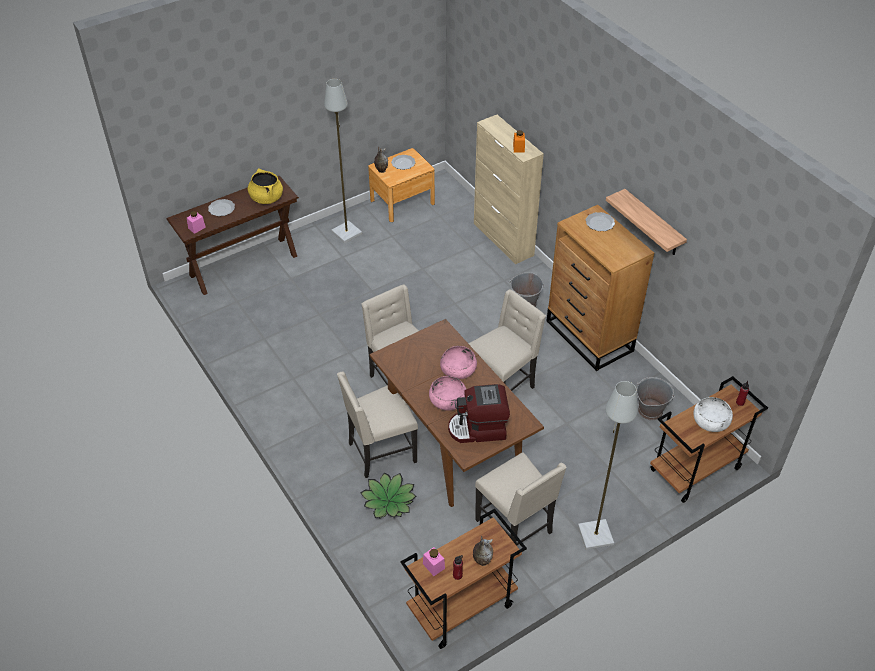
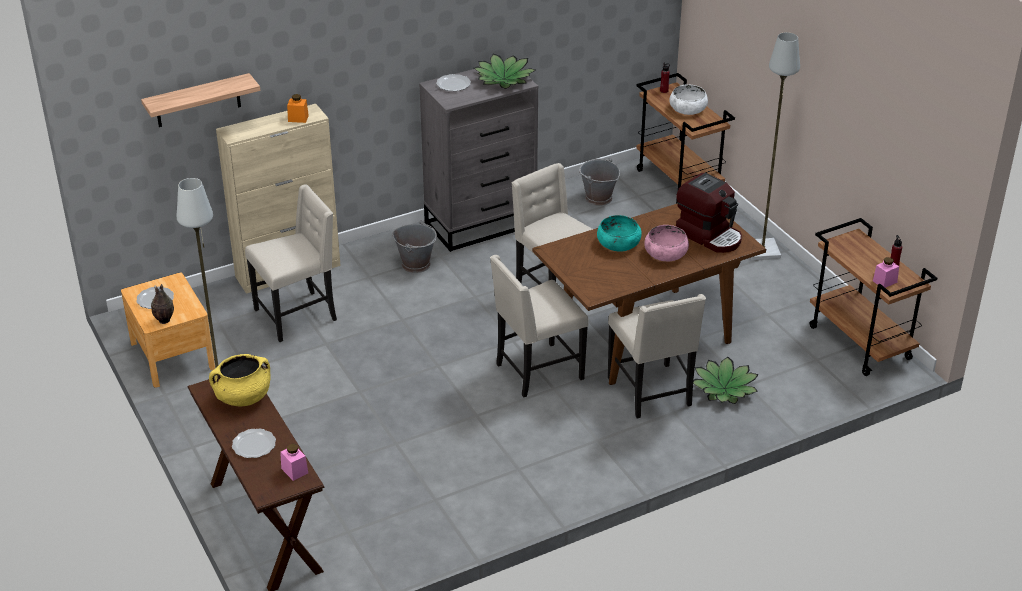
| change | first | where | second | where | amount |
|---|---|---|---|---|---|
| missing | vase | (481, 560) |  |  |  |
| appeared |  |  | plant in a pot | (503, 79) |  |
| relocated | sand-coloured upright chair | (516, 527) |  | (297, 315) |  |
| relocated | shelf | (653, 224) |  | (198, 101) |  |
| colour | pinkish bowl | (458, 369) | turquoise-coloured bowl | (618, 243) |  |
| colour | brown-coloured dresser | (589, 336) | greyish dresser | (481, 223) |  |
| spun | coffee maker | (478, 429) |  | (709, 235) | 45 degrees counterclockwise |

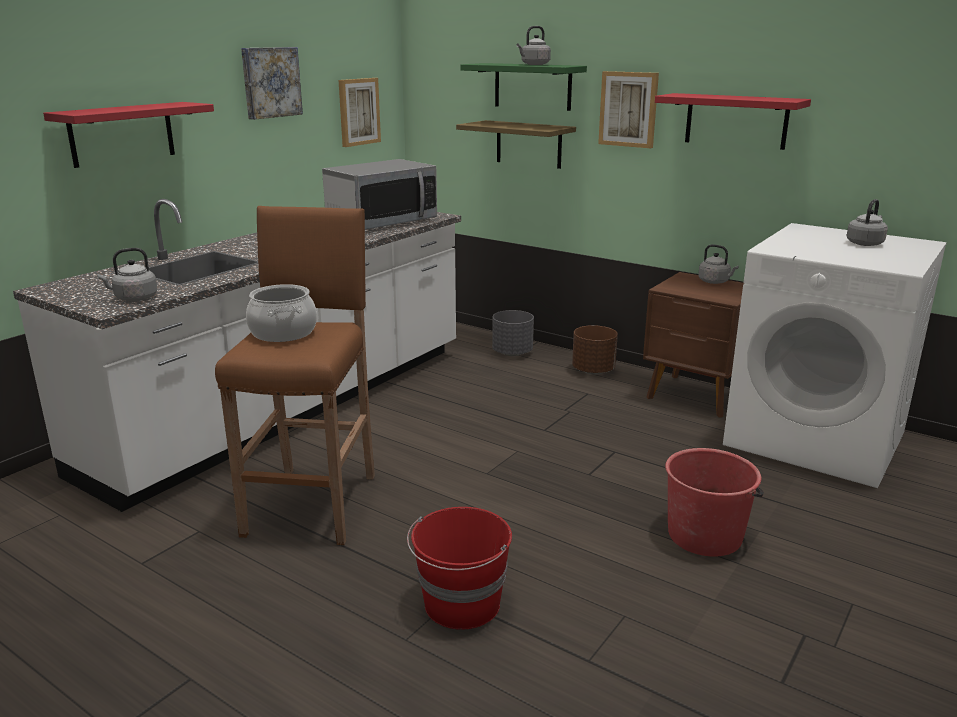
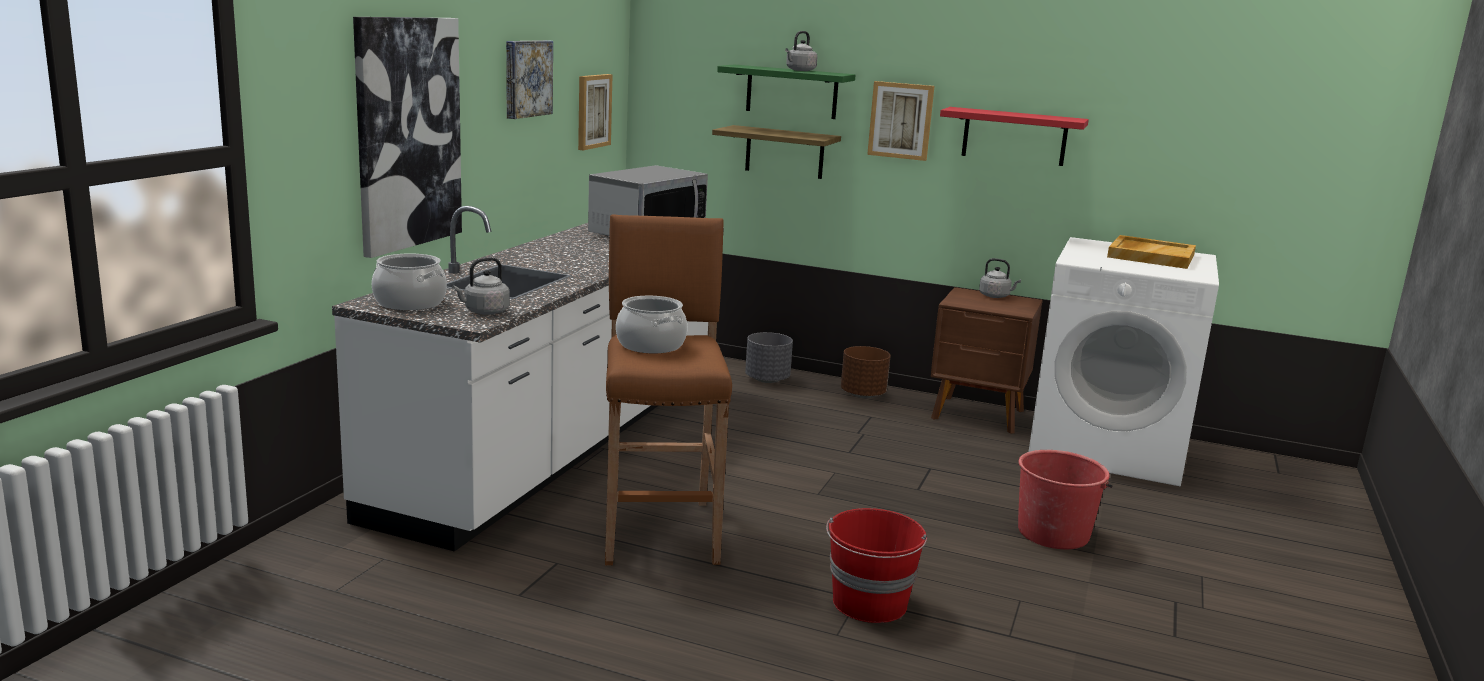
| change | first | where | second | where | amount |
|---|---|---|---|---|---|
| appeared |  |  | stockpot | (410, 303) |  |
| exchanged | red-coloured shelf | (122, 134) | picture | (407, 133) |  |
| exchanged | greyish water kettle | (865, 243) | sand-coloured tray | (1150, 256) |  |

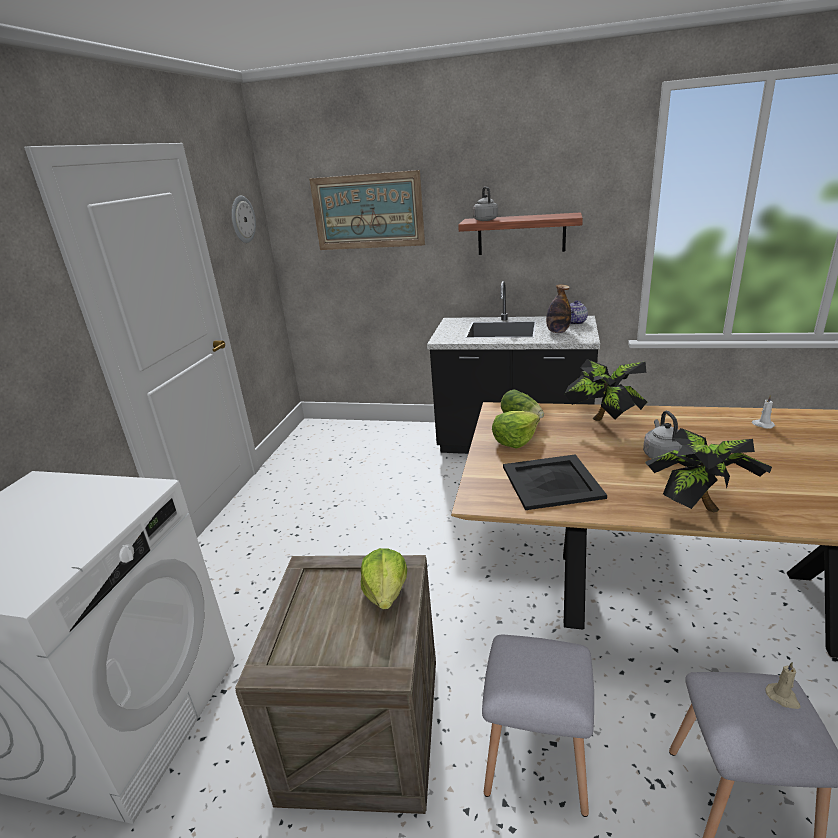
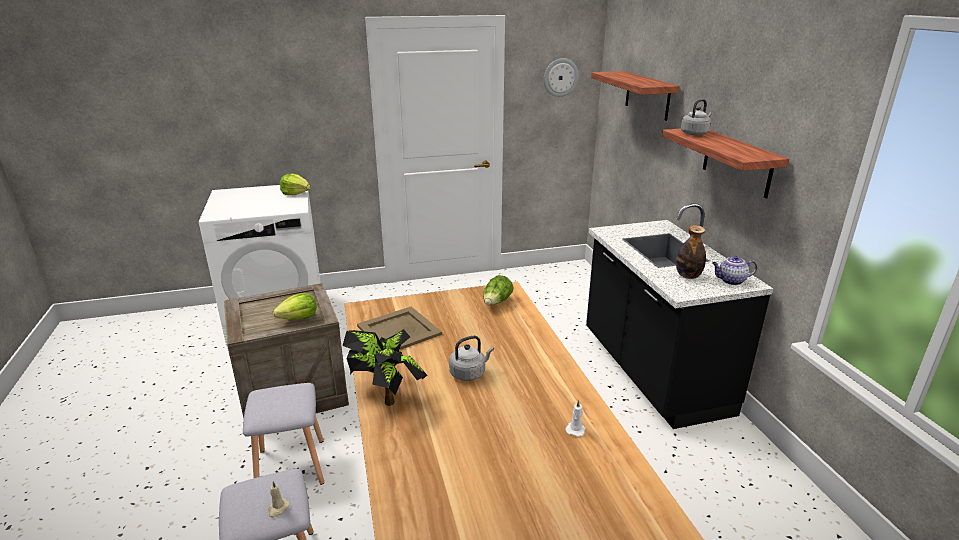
| change | first | where | second | where | amount |
|---|---|---|---|---|---|
| missing | plant in a pot | (604, 422) |  |  |  |
| relocated | head of lettuce | (515, 440) |  | (296, 193) |  |
| exchanged | picture | (368, 211) | shelf | (647, 95) |  |
| colour | blackish tray | (551, 481) | sand-coloured tray | (399, 330) |  |

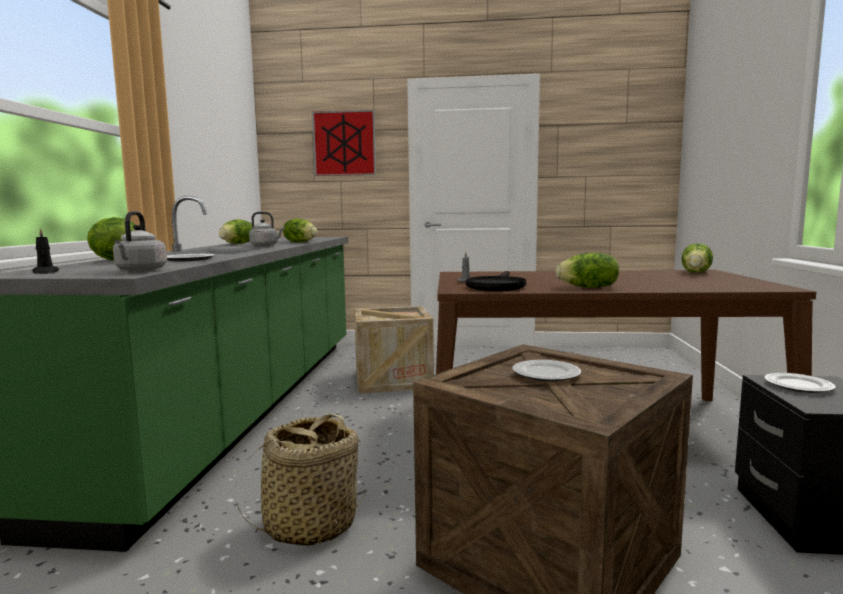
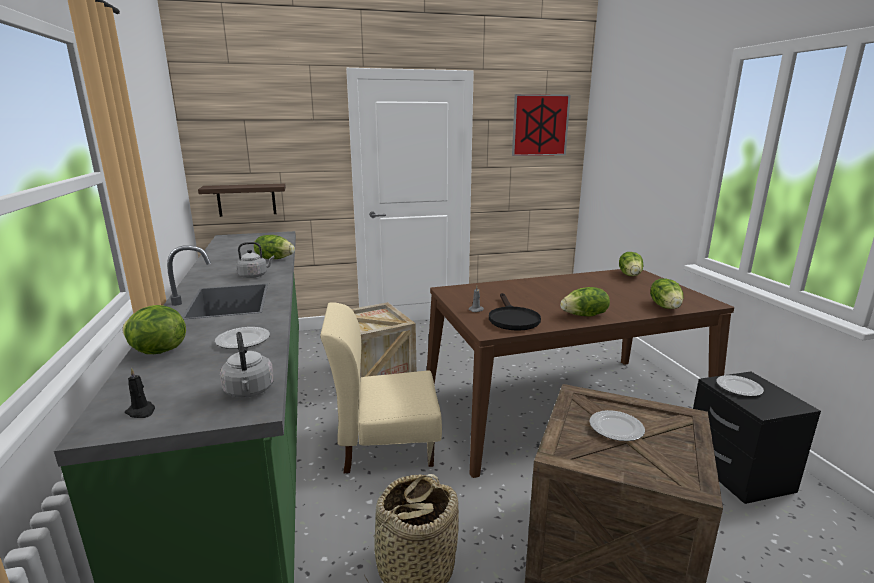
| change | first | where | second | where | amount |
|---|---|---|---|---|---|
| appeared |  |  | shelf | (246, 200) |  |
| appeared |  |  | sand-coloured upright chair | (386, 445) |  |
| relocated | head of lettuce | (238, 244) |  | (666, 307) |  |
| relocated | picture | (344, 143) |  | (540, 125) |  |

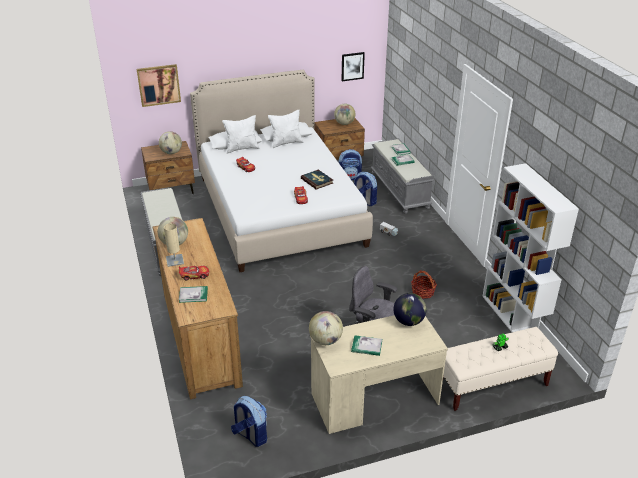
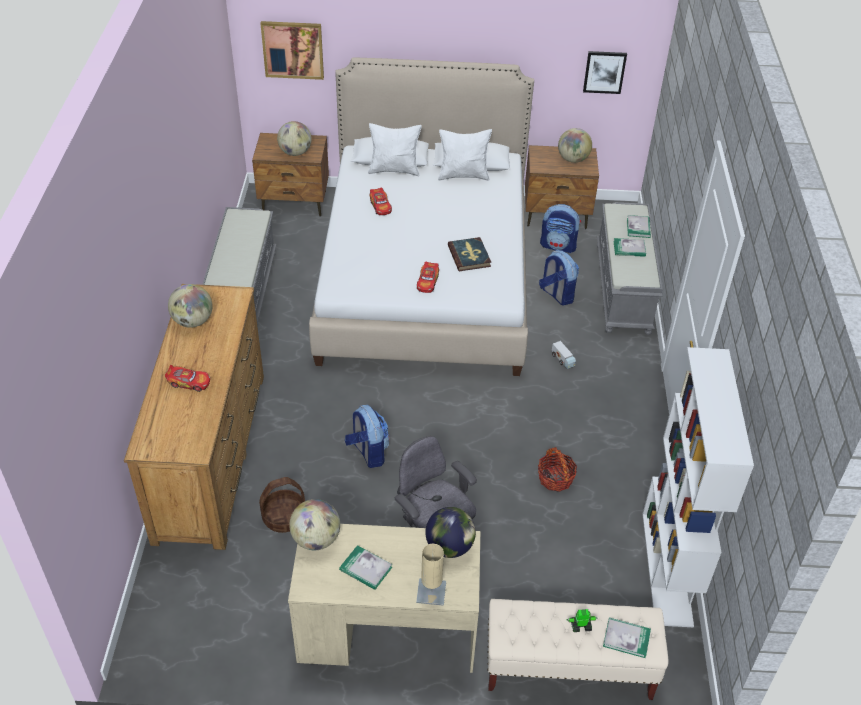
| change | first | where | second | where | amount |
|---|---|---|---|---|---|
| appeared |  |  | basket | (284, 517) |  |
| relocated | sand-coloured tabletop lamp | (175, 260) |  | (431, 592) |  |
| relocated | book | (193, 295) |  | (626, 638) |  |
| relocated | knapsack | (250, 435) |  | (368, 452) |  |

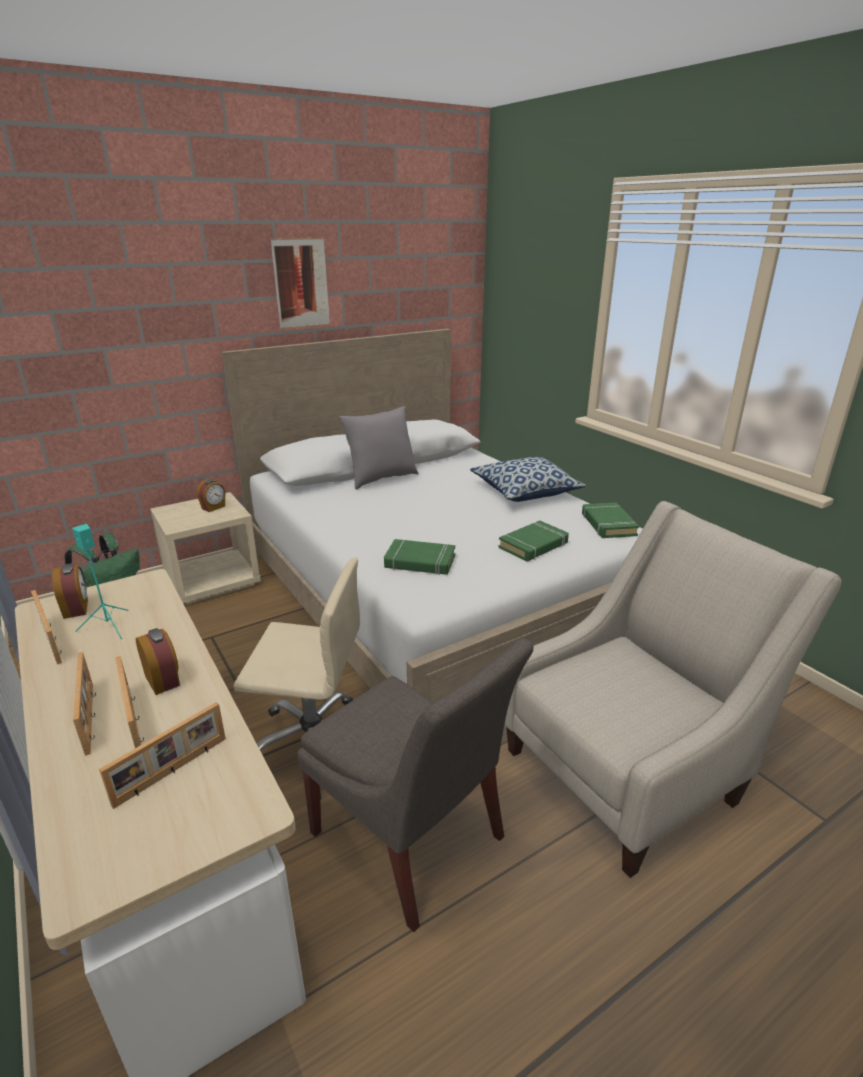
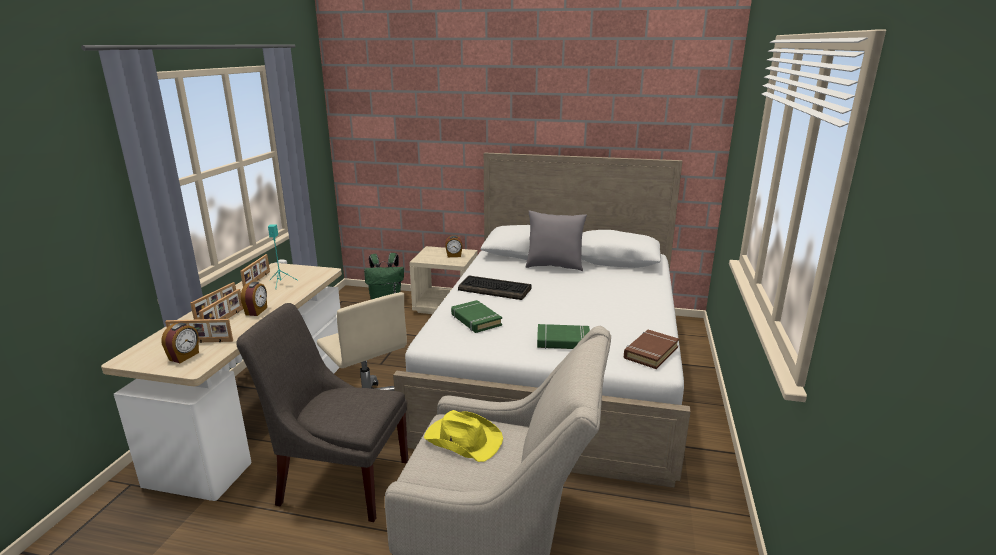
| change | first | where | second | where | amount |
|---|---|---|---|---|---|
| missing | picture | (301, 283) |  |  |  |
| missing | pillow | (525, 492) |  |  |  |
| appeared |  |  | yellow clothing hat | (462, 439) |  |
| appeared |  |  | keyboard | (495, 289) |  |
| relocated | bedside clock | (77, 608) |  | (184, 356) |  |
| colour | green-coloured book | (608, 524) | brown-coloured book | (650, 352) |  |
| spun | greyish upright chair | (412, 841) |  | (339, 479) | 105 degrees clockwise |

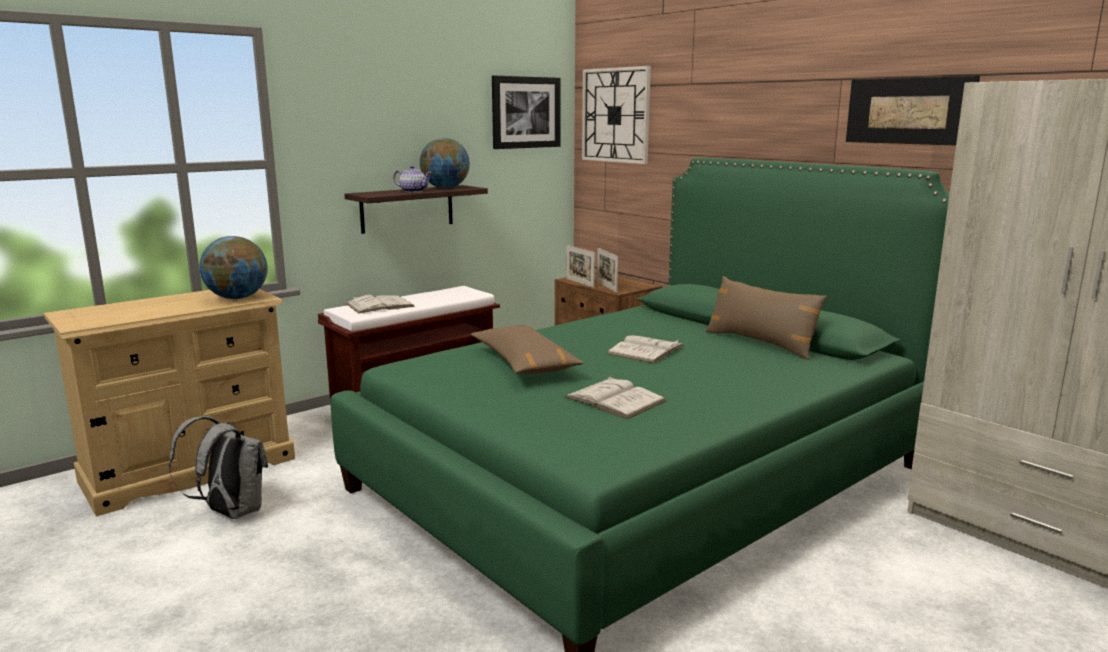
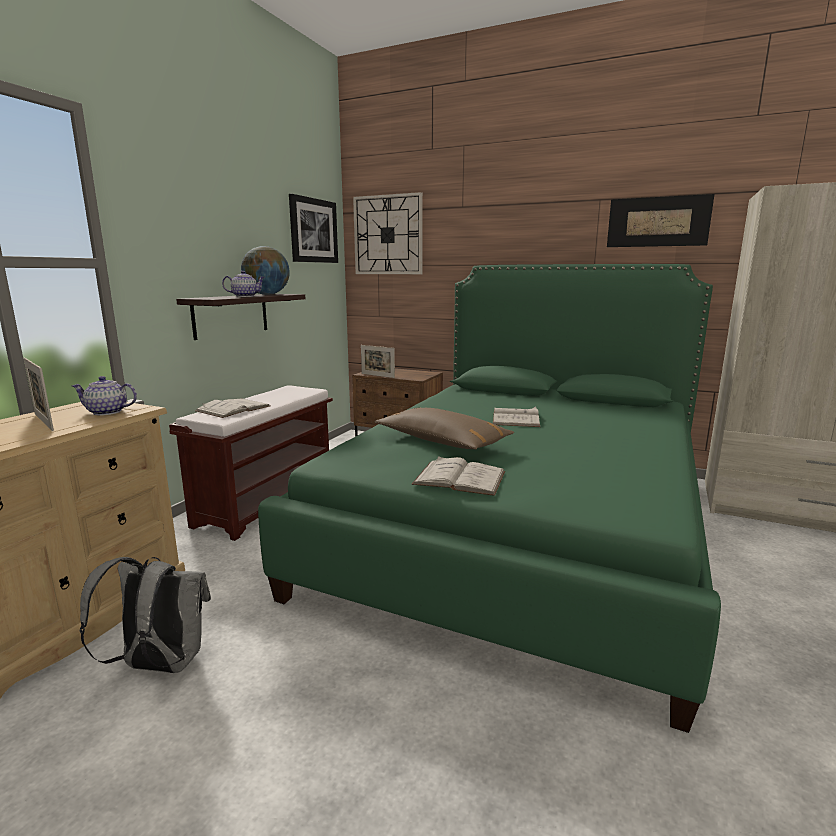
| change | first | where | second | where | amount |
|---|---|---|---|---|---|
| missing | brown-coloured pillow | (760, 343) |  |  |  |
| relocated | white-coloured book | (615, 399) |  | (459, 478) |  |
| relocated | standing frame | (606, 287) |  | (43, 422) |  |
| exchanged | world globe | (237, 298) | pot for tea | (107, 412) |  |

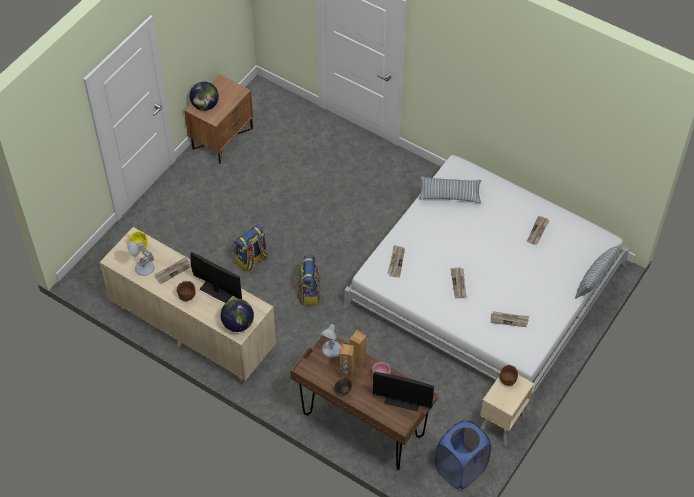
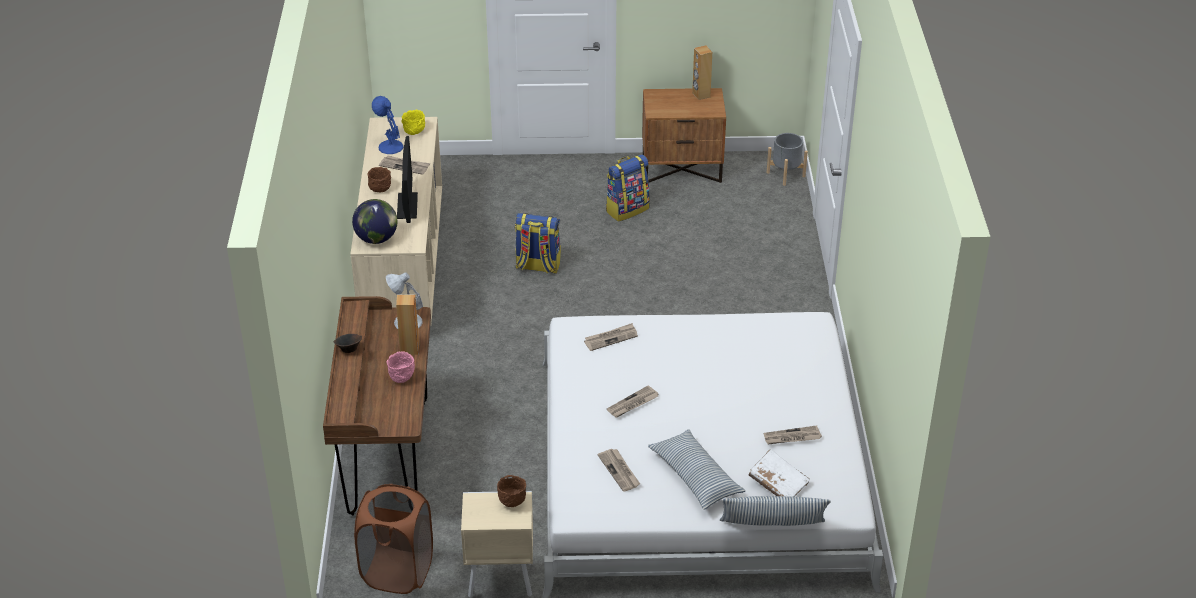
| change | first | where | second | where | amount |
|---|---|---|---|---|---|
| missing | world globe | (205, 105) |  |  |  |
| missing | computer screen | (402, 400) |  |  |  |
| appeared |  |  | white-coloured book | (778, 483) |  |
| appeared |  |  | greyish flower pot | (785, 174) |  |
| relocated | knapsack | (309, 292) |  | (627, 209) |  |
| relocated | brown-coloured audio speaker | (346, 373) |  | (701, 95) |  |
| relocated | pillow | (449, 194) |  | (695, 476) |  |
| colour | white-coloured tabletop lamp | (143, 268) | blue tabletop lamp | (389, 146) |  |
| colour | blue washing basket | (460, 469) | brown-coloured washing basket | (397, 572) |  |

